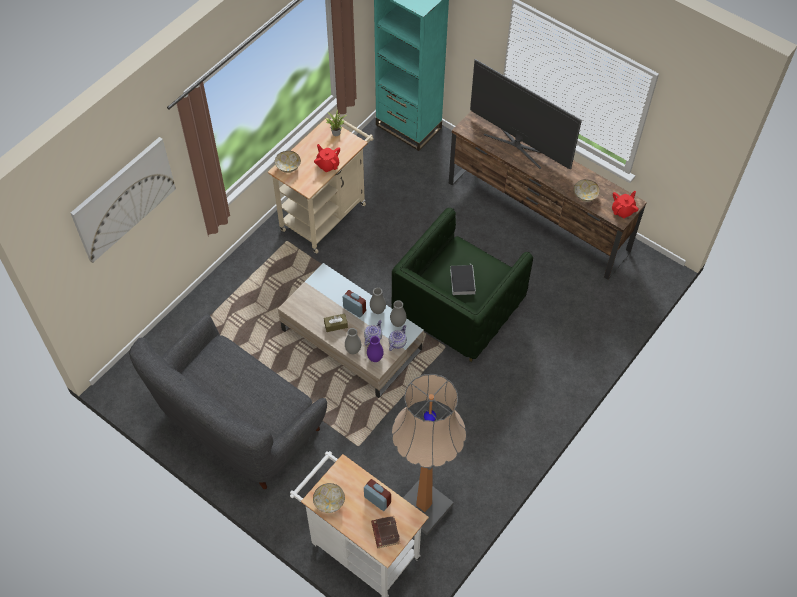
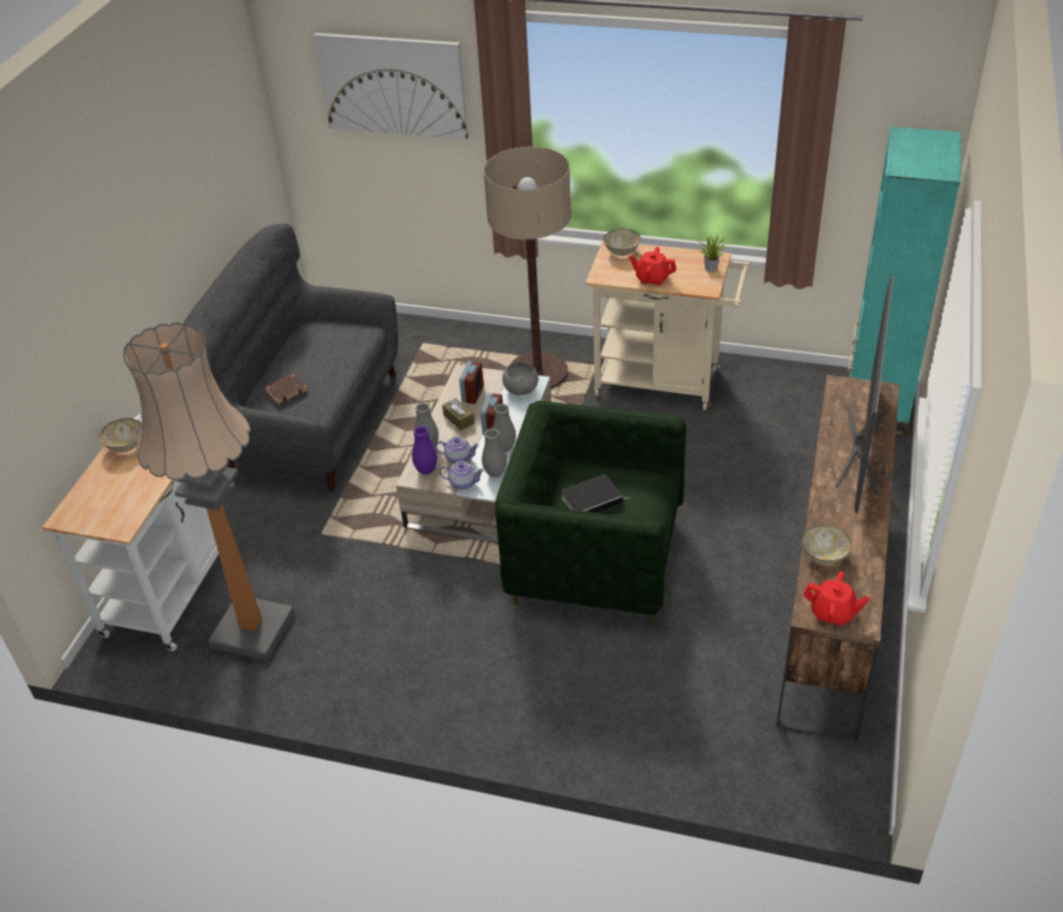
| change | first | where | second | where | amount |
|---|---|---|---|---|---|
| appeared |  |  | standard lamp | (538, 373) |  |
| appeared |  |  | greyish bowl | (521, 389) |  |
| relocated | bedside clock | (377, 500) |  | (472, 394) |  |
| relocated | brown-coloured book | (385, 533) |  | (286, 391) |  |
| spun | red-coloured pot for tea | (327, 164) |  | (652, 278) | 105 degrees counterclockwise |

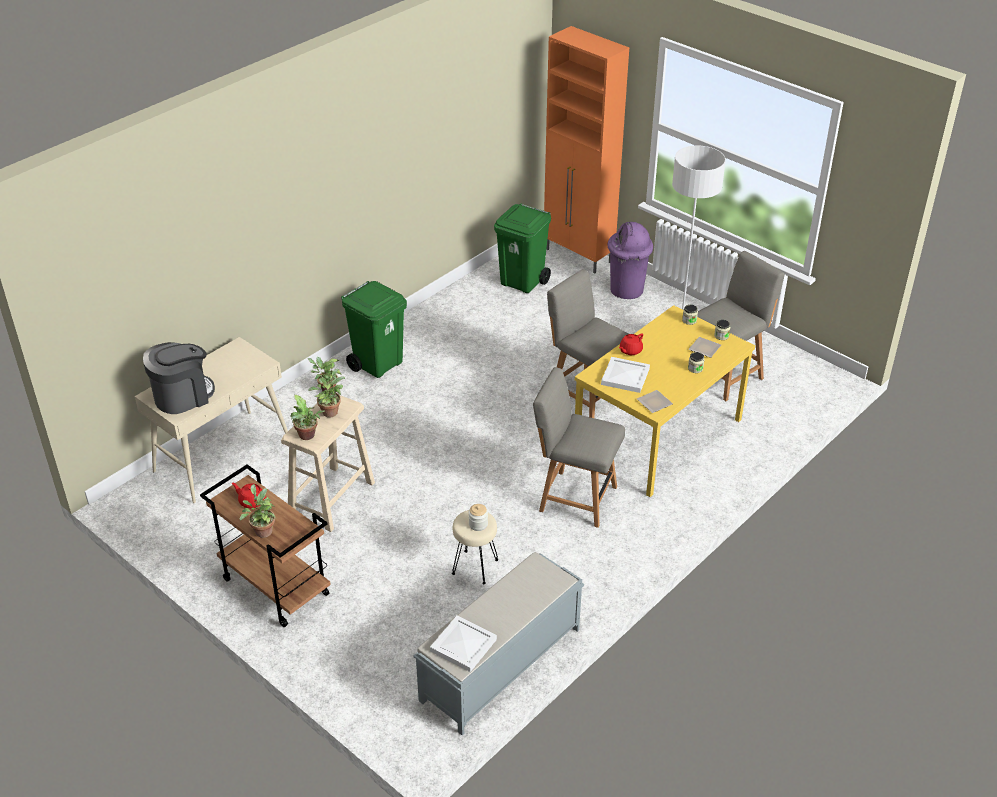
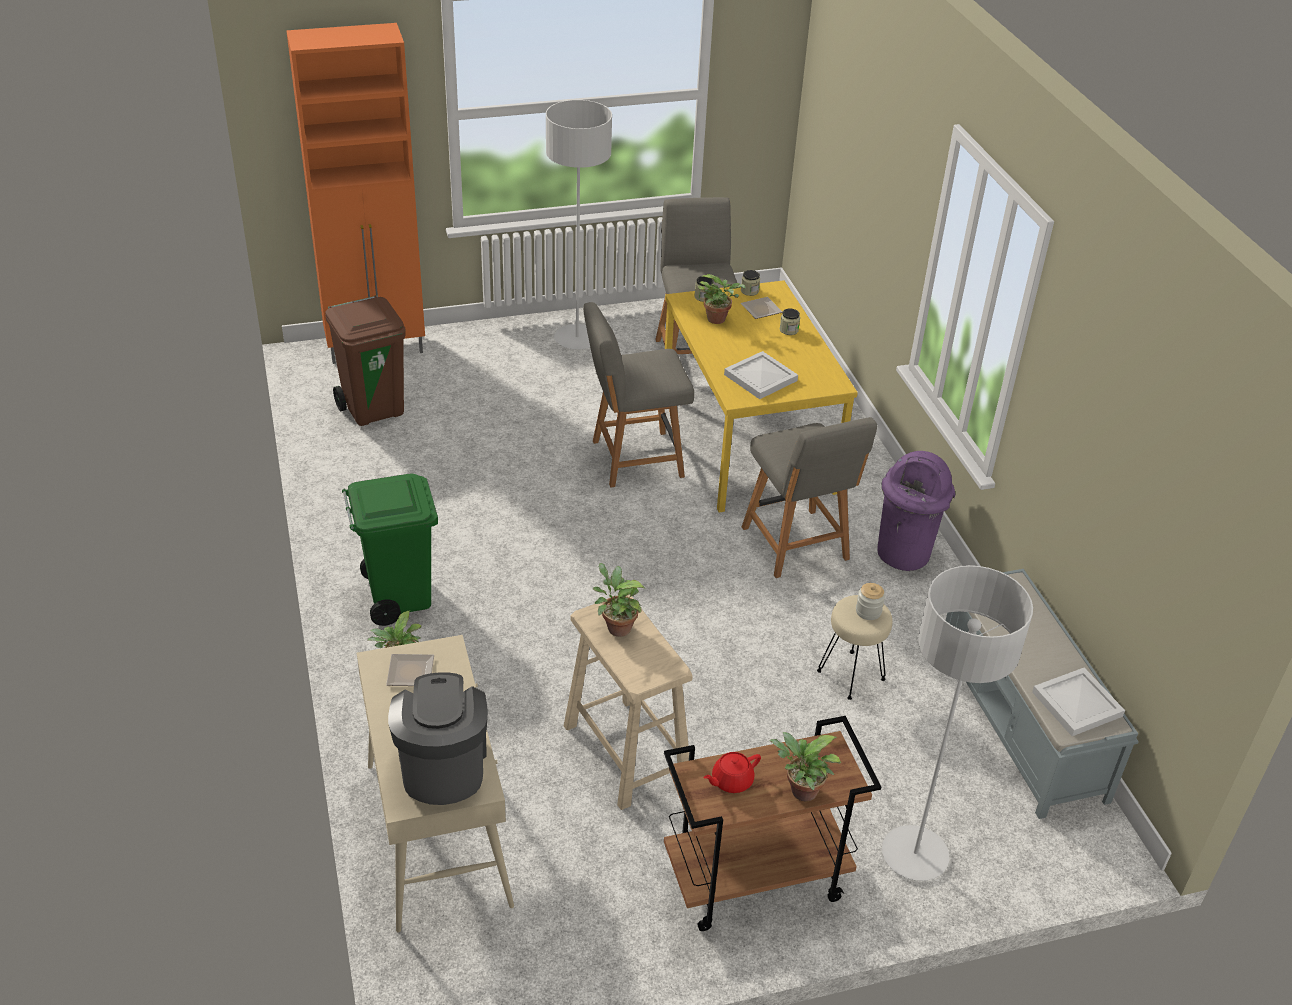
| change | first | where | second | where | amount |
|---|---|---|---|---|---|
| missing | red-coloured pot for tea | (630, 350) |  |  |  |
| appeared |  |  | greyish standard lamp | (914, 855) |  |
| relocated | plant in a pot | (307, 436) |  | (719, 319) |  |
| relocated | purple waste bin | (626, 290) |  | (904, 554) |  |
| relocated | flat dish | (655, 403) |  | (412, 671) |  |
| colour | green-coloured waste bin | (522, 282) | brown-coloured waste bin | (374, 409) |  |
| spun | greyish upright chair | (575, 498) |  | (796, 546) | 75 degrees counterclockwise |

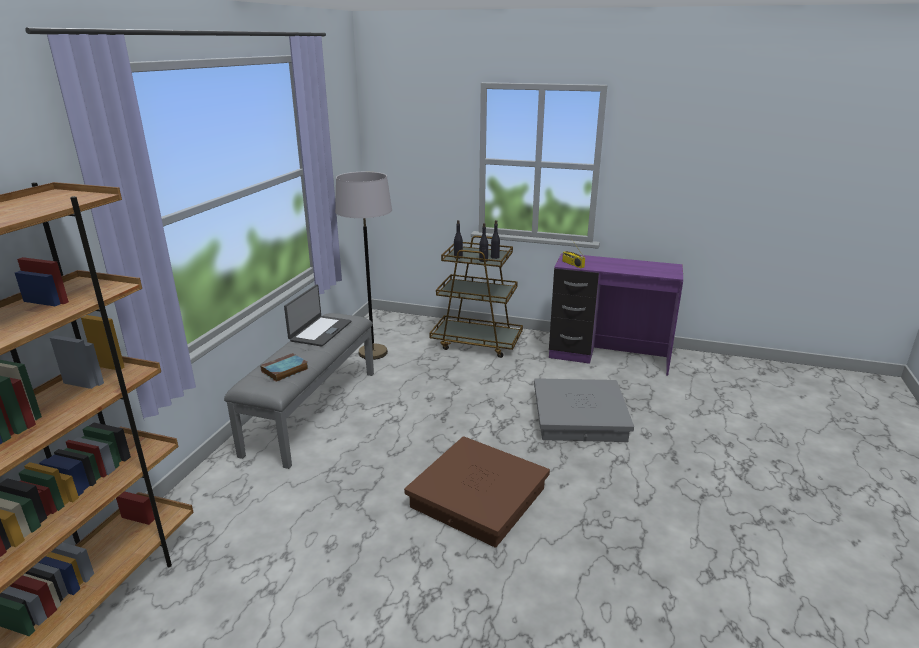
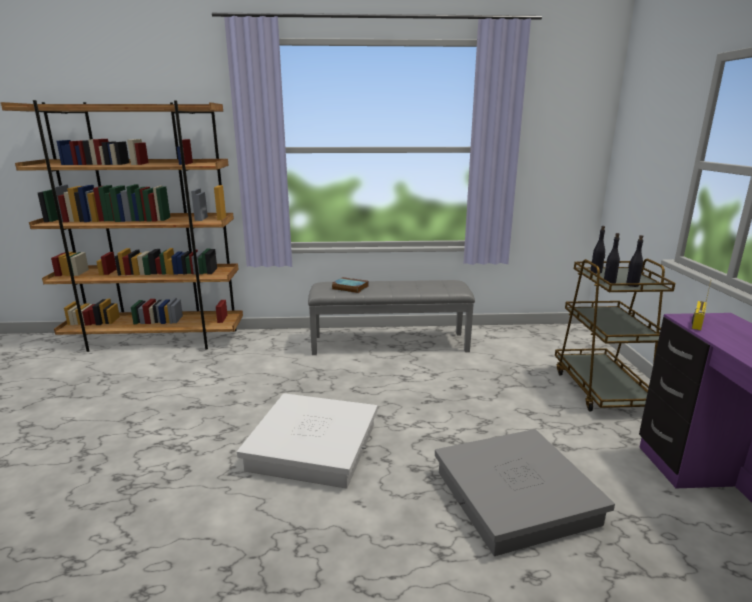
| change | first | where | second | where | amount |
|---|---|---|---|---|---|
| missing | portable computer | (320, 331) |  |  |  |
| missing | greyish standard lamp | (373, 353) |  |  |  |
| colour | brown-coloured storage box | (479, 497) | white-coloured storage box | (313, 447) |  |

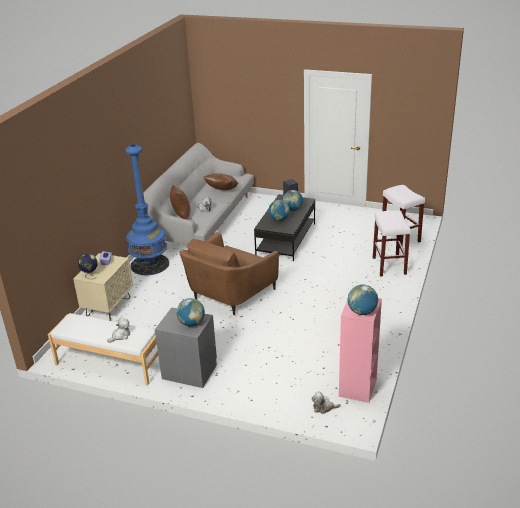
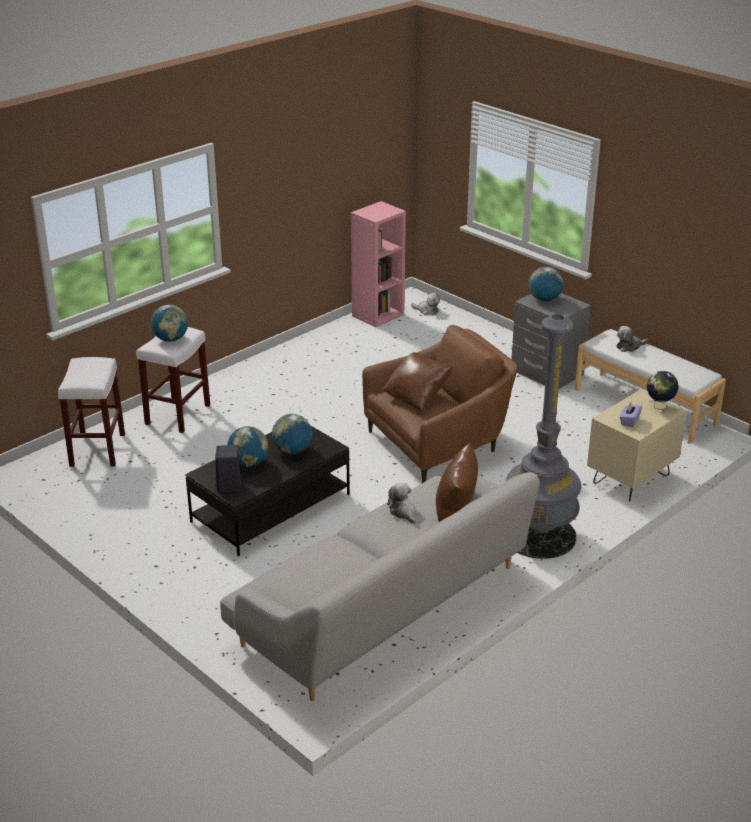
| change | first | where | second | where | amount |
|---|---|---|---|---|---|
| relocated | brown-coloured pillow | (222, 191) |  | (417, 397) |  |
| relocated | world globe | (362, 312) |  | (171, 339) |  |
| colour | blue standard lamp | (150, 264) | greyish standard lamp | (539, 535) |  |

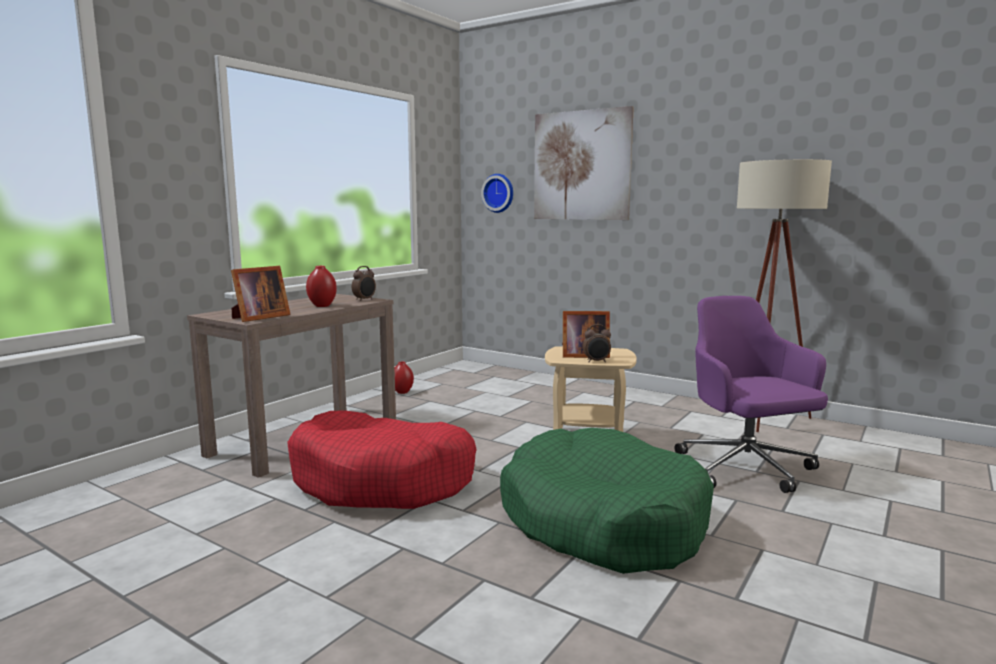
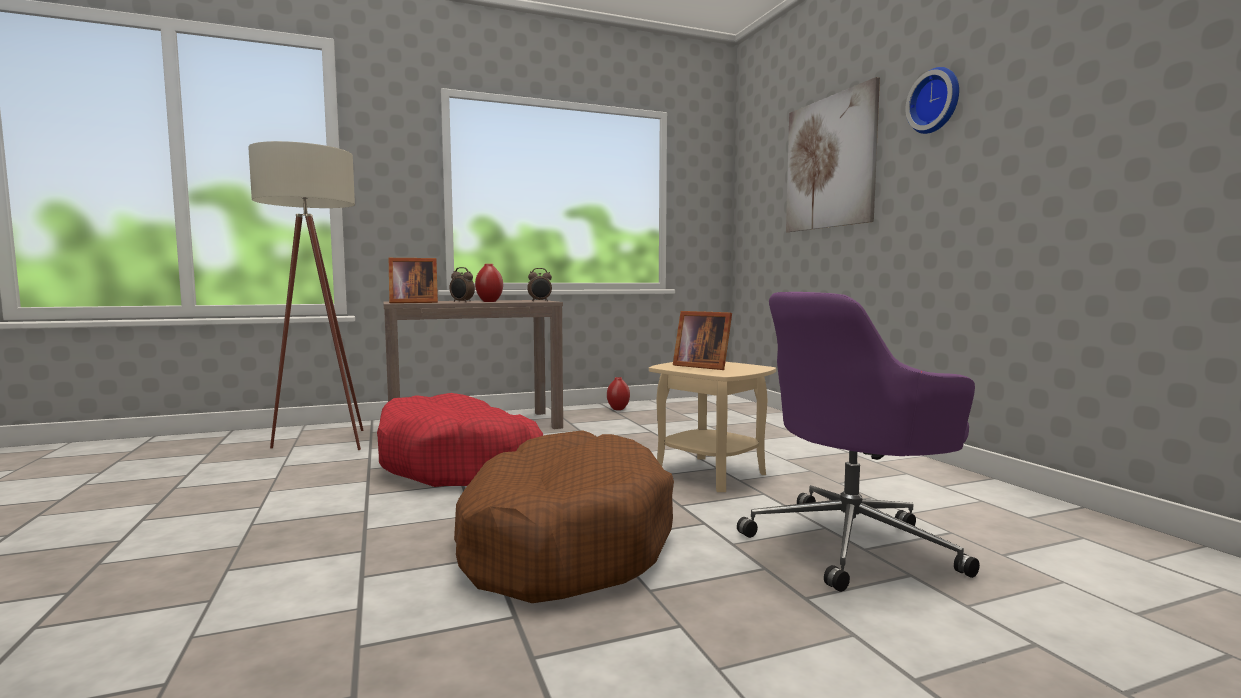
| change | first | where | second | where | amount |
|---|---|---|---|---|---|
| relocated | hanging clock | (499, 193) |  | (936, 101) |  |
| relocated | bedside clock | (596, 361) |  | (462, 302) |  |
| relocated | sand-coloured standard lamp | (763, 421) |  | (319, 443) |  |
| colour | green-coloured pet bed | (602, 521) | brown-coloured pet bed | (562, 541) |  |
| spun | purple office chair | (746, 469) |  | (852, 543) | 135 degrees counterclockwise |

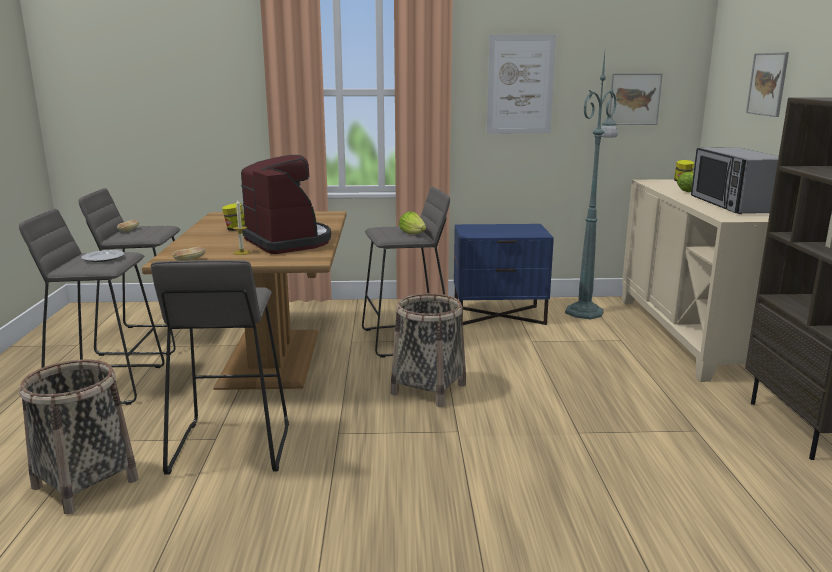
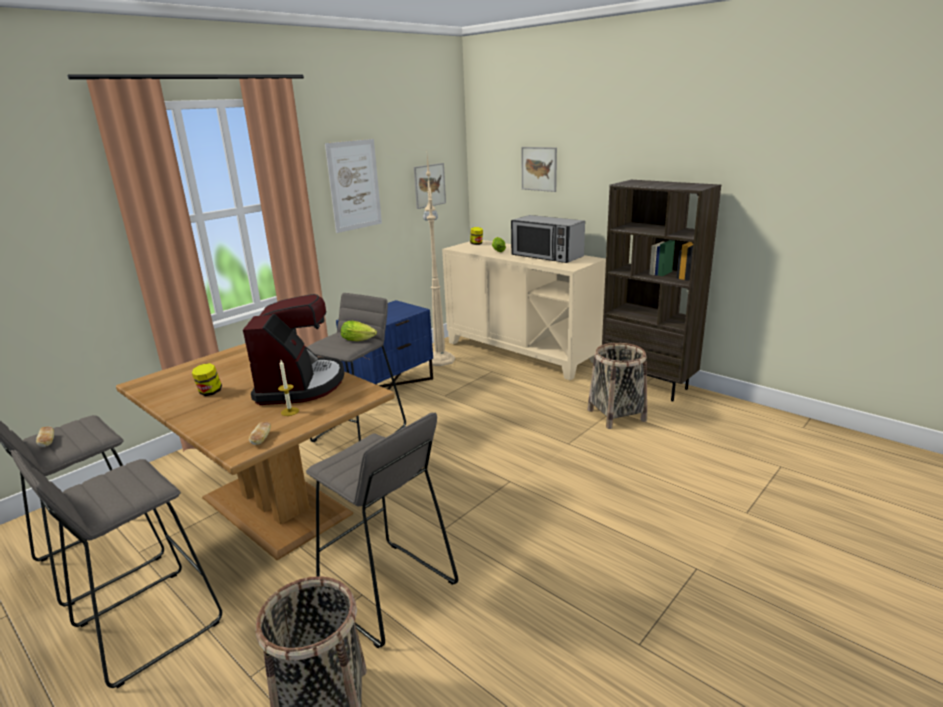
| change | first | where | second | where | amount |
|---|---|---|---|---|---|
| missing | flat dish | (103, 258) |  |  |  |
| relocated | basket | (429, 389) |  | (616, 415) |  |
| colour | green-coloured standard lamp | (585, 312) | sand-coloured standard lamp | (440, 359) |  |
| spun | coffee maker | (288, 241) |  | (300, 384) | 75 degrees clockwise |

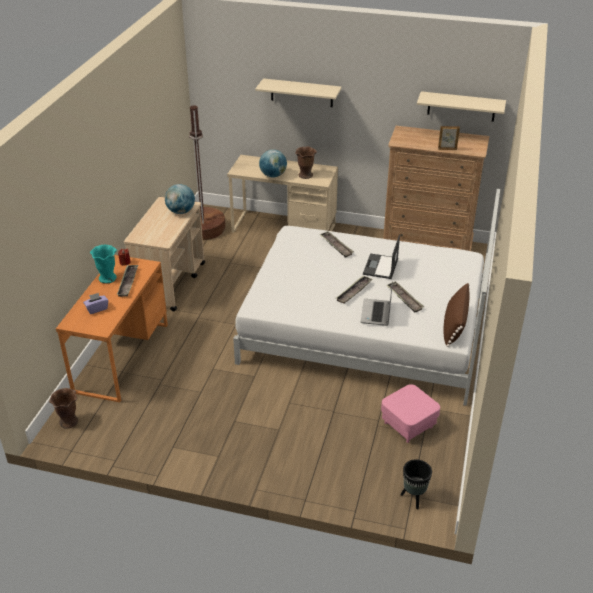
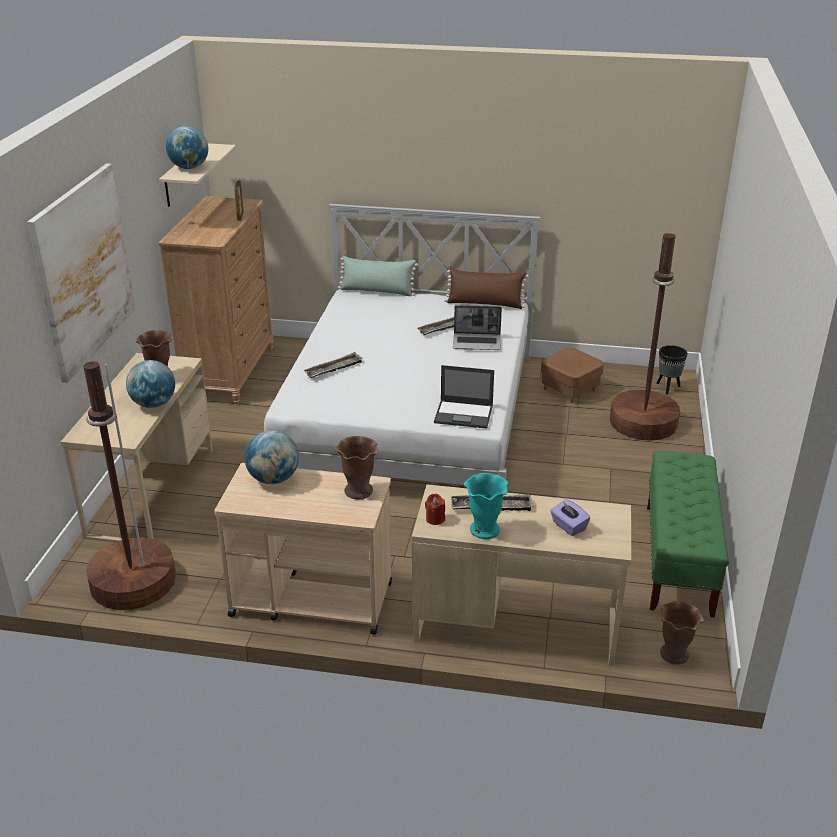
| change | first | where | second | where | amount |
|---|---|---|---|---|---|
| missing | tray | (354, 291) |  |  |  |
| appeared |  |  | world globe | (189, 168) |  |
| appeared |  |  | brown-coloured vase | (359, 491) |  |
| appeared |  |  | green-coloured pillow | (377, 291) |  |
| appeared |  |  | brown-coloured standard lamp | (643, 423) |  |
| appeared |  |  | green-coloured bench | (678, 559) |  |
| relocated | portable computer | (380, 267) |  | (464, 414) |  |
| exchanged | sand-coloured shelf | (301, 93) | picture | (84, 270) |  |
| colour | orange-coloured desk table | (122, 357) | sand-coloured desk table | (515, 623) |  |
| colour | pinkish pouffe | (408, 425) | brown-coloured pouffe | (570, 389) |  |

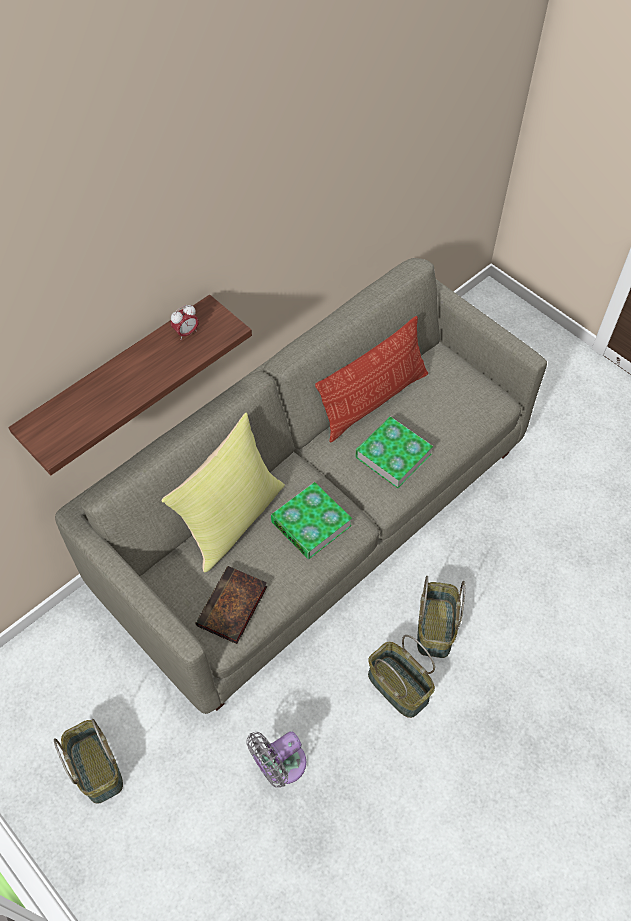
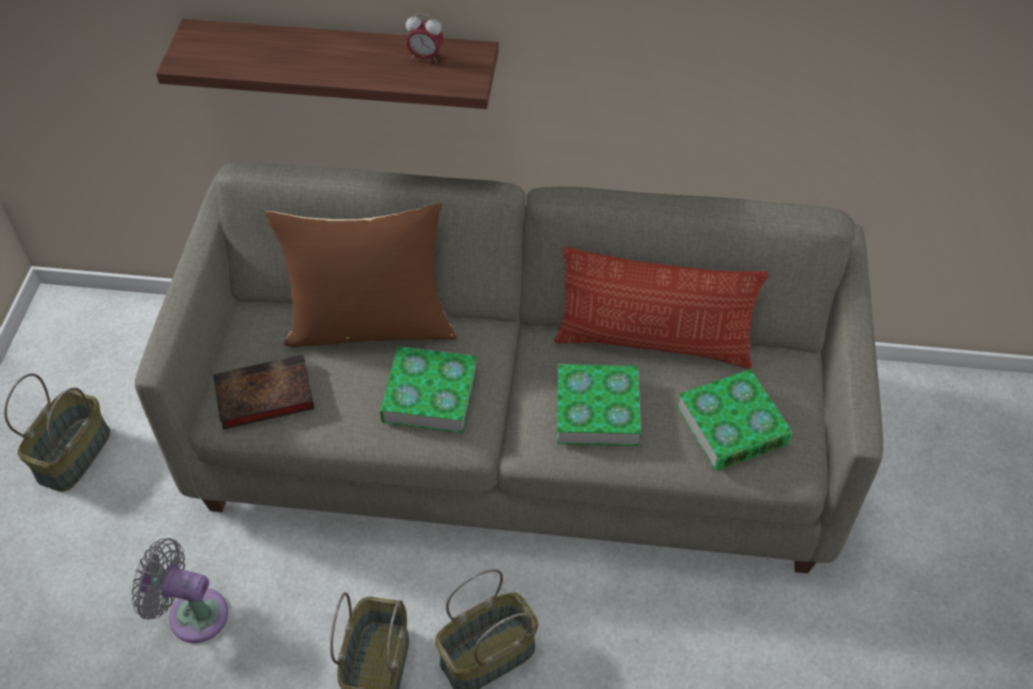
| change | first | where | second | where | amount |
|---|---|---|---|---|---|
| appeared |  |  | book | (731, 425) |  |
| colour | yellow pillow | (232, 519) | brown-coloured pillow | (371, 324) |  |

